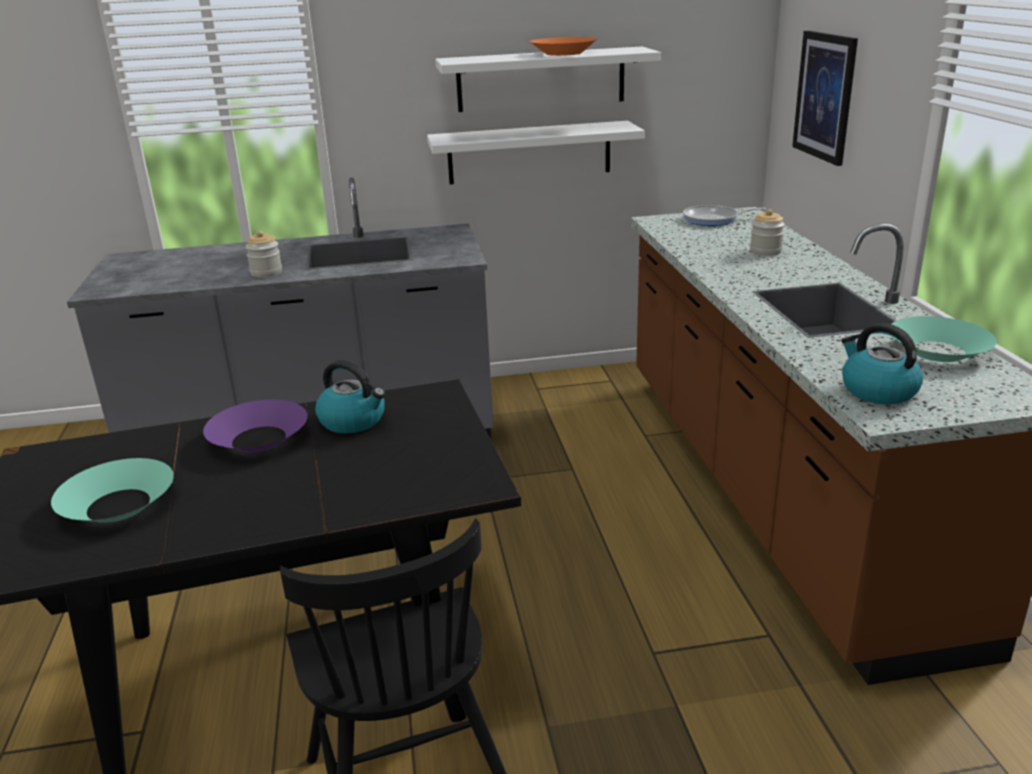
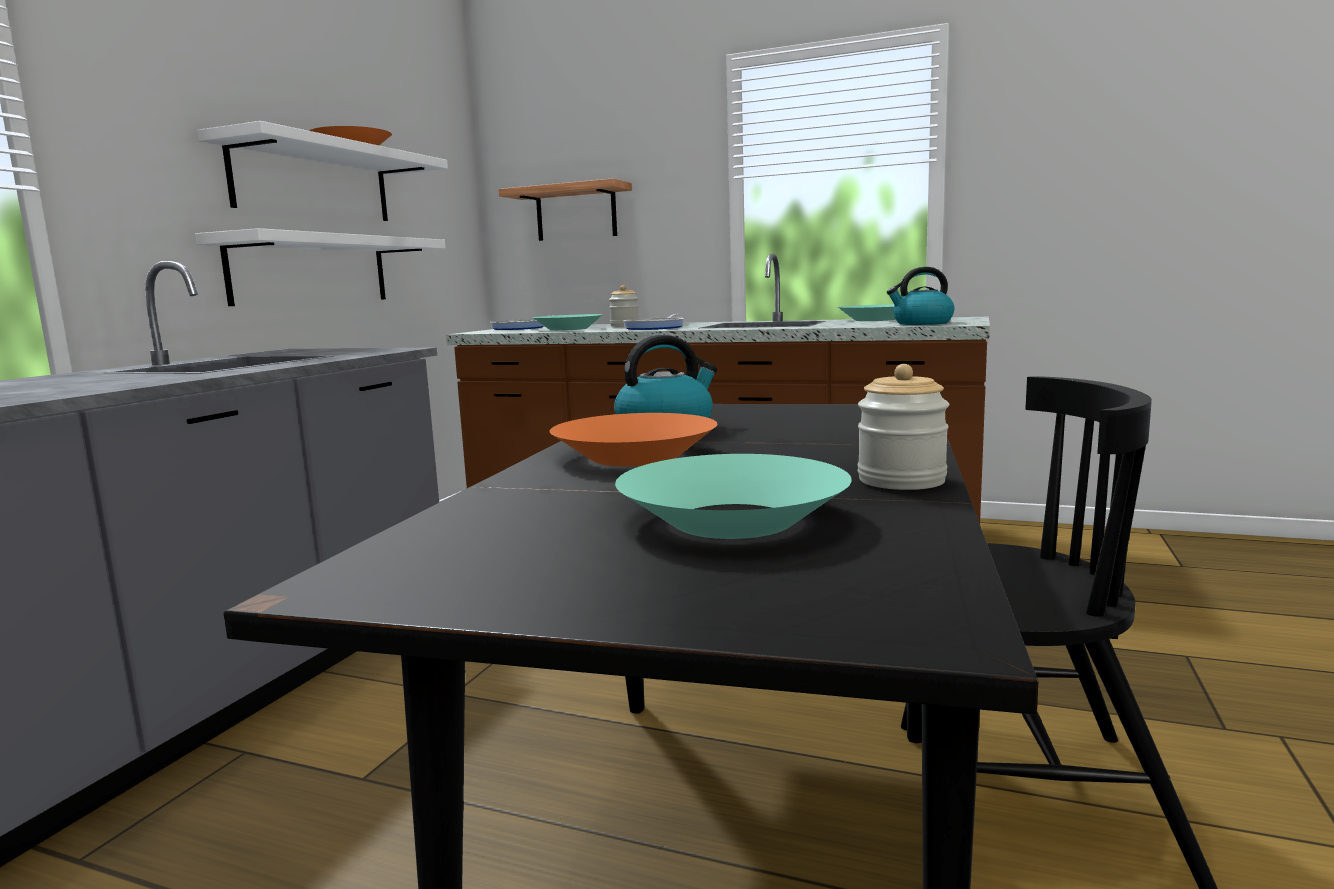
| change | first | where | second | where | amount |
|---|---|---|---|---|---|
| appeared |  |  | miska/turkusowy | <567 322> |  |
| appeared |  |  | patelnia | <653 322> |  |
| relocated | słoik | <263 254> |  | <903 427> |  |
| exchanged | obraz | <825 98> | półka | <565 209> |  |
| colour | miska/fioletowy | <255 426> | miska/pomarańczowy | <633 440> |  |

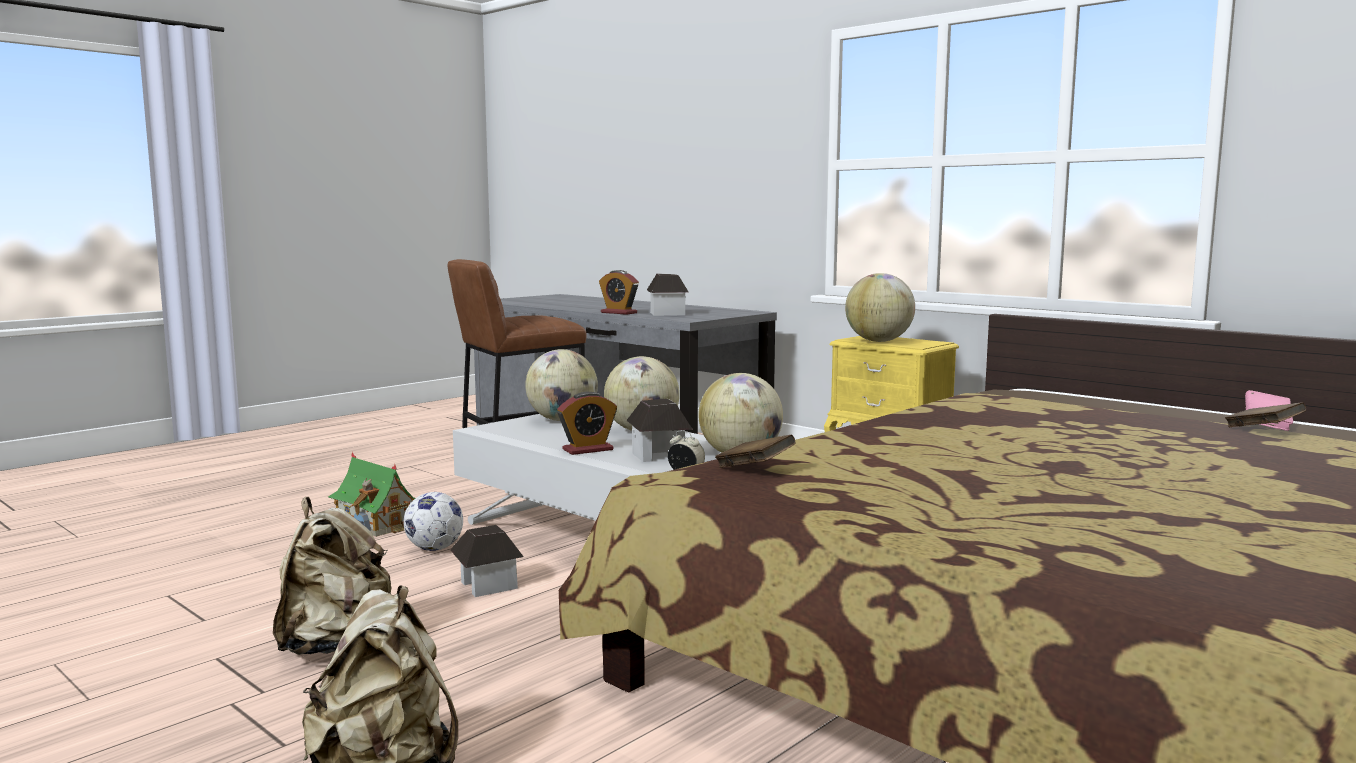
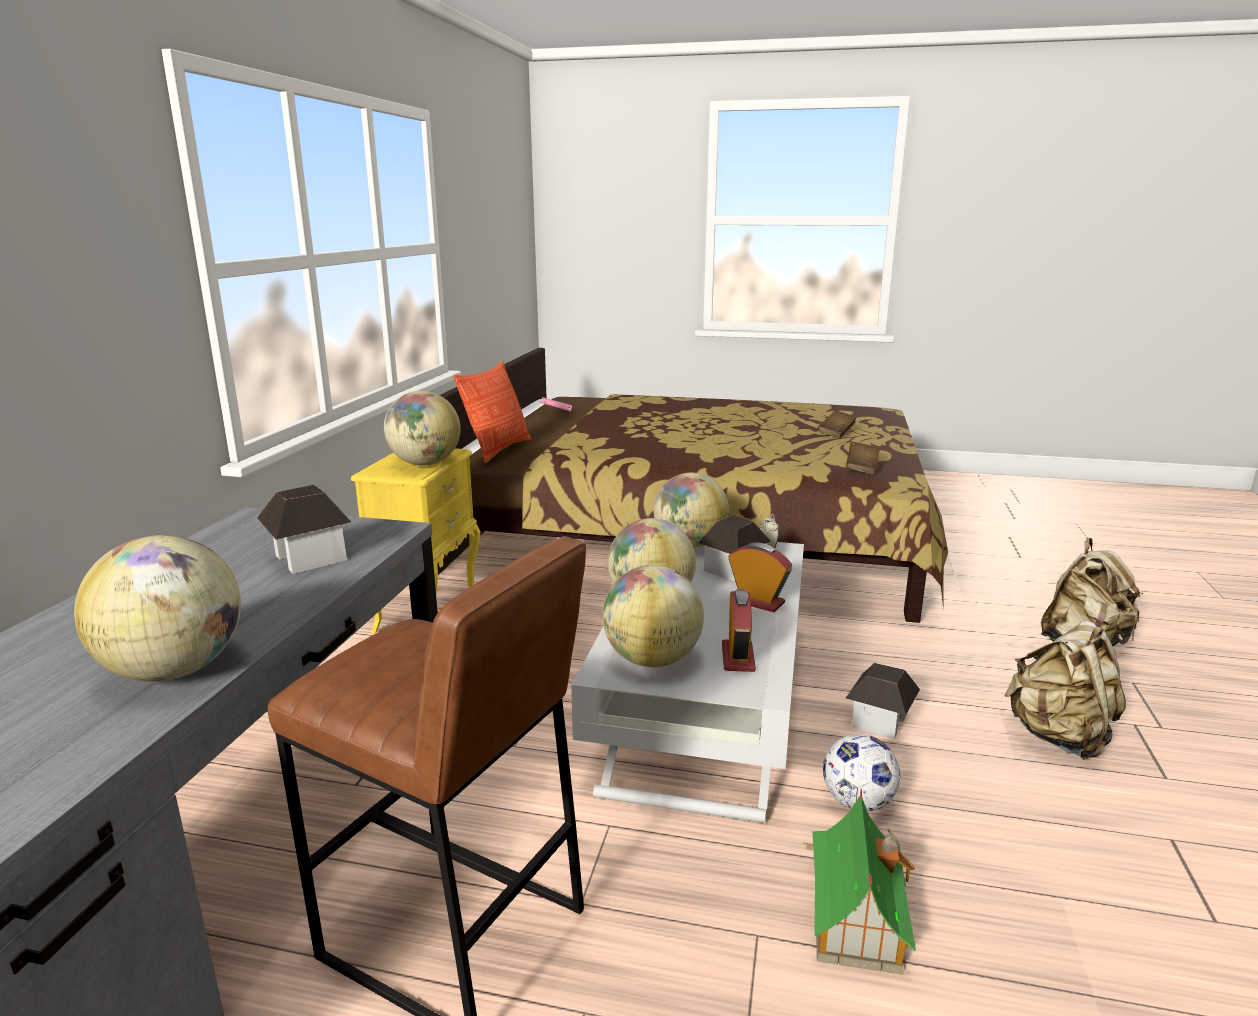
| change | first | where | second | where | amount |
|---|---|---|---|---|---|
| appeared |  |  | globus | <157 608> |  |
| appeared |  |  | poduszka/pomarańczowy | <492 412> |  |
| relocated | budzik | <619 292> |  | <739 630> |  |
| relocated | książka/brązowy | <1265 414> |  | <837 424> |  |

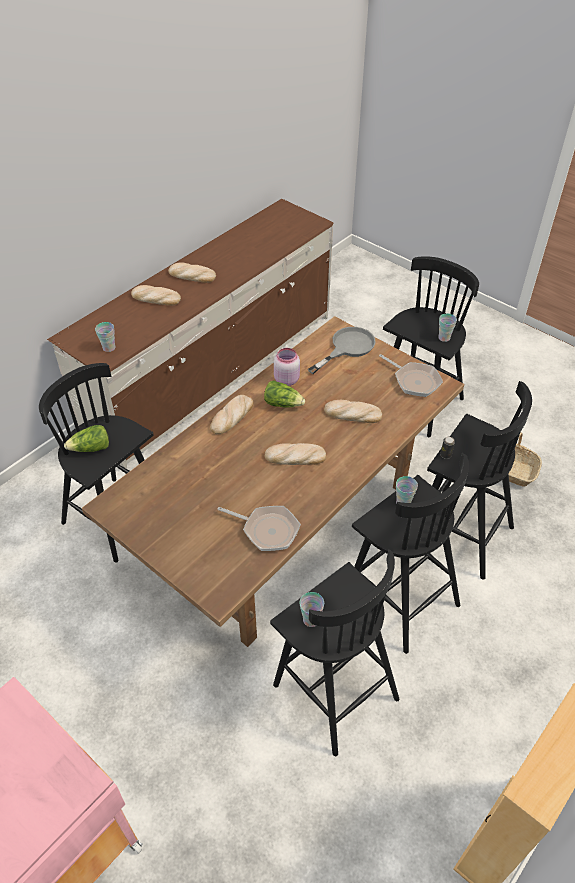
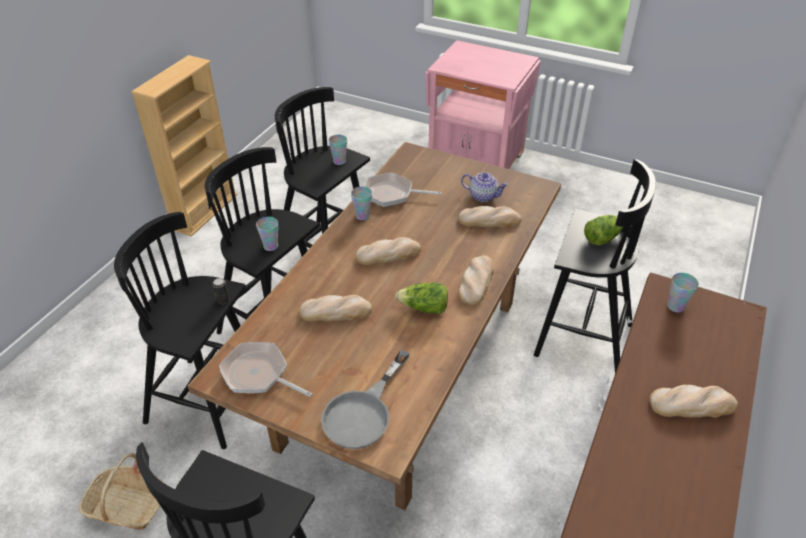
| change | first | where | second | where | amount |
|---|---|---|---|---|---|
| missing | słoik/różowy | <287 367> |  |  |  |
| appeared |  |  | imbryk | <485 187> |  |
| relocated | chleb | <192 273> |  | <490 217> |  |
| relocated | filiżanka | <447 328> |  | <361 203> |  |

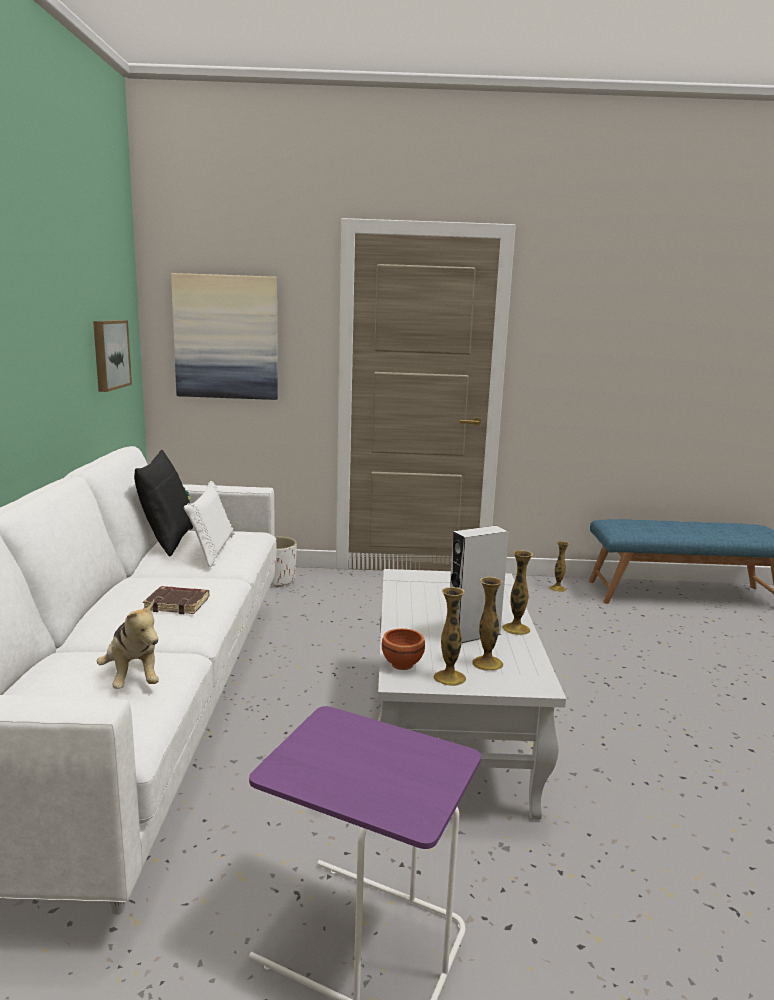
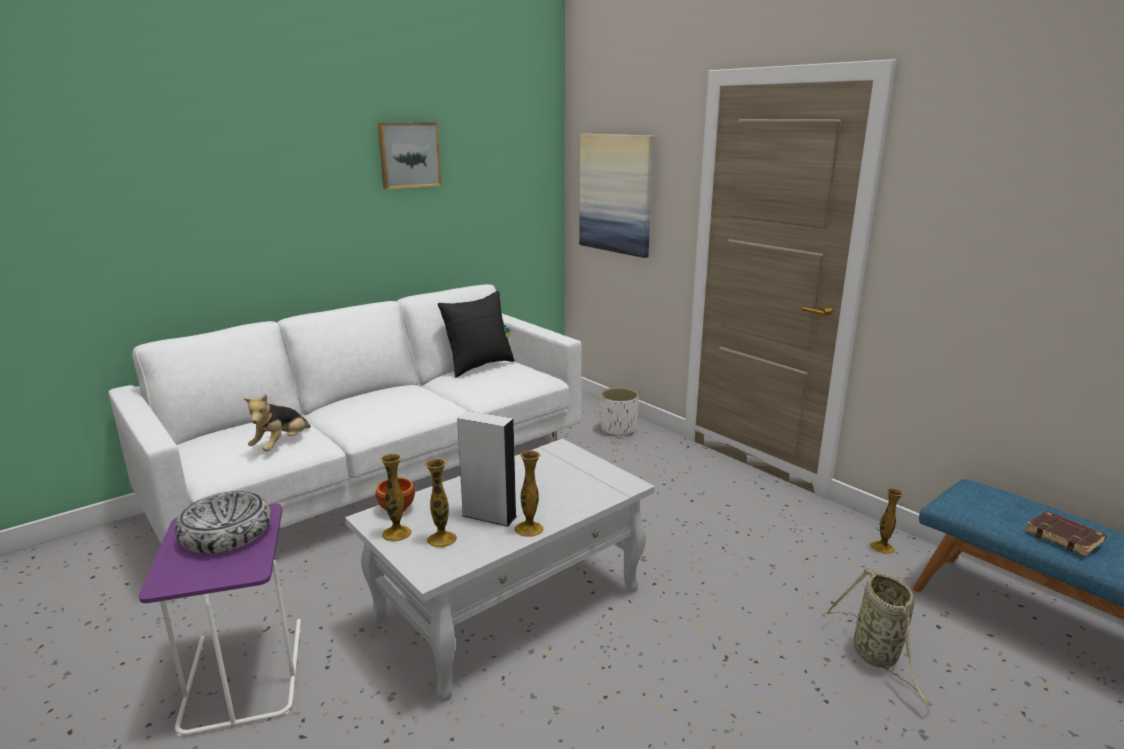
| change | first | where | second | where | amount |
|---|---|---|---|---|---|
| missing | poduszka/biały | <209 524> |  |  |  |
| appeared |  |  | miska | <223 522> |  |
| appeared |  |  | koszyk | <878 637> |  |
| relocated | obraz | <112 356> |  | <409 155> |  |
| relocated | książka/brązowy | <176 600> |  | <1065 533> |  |

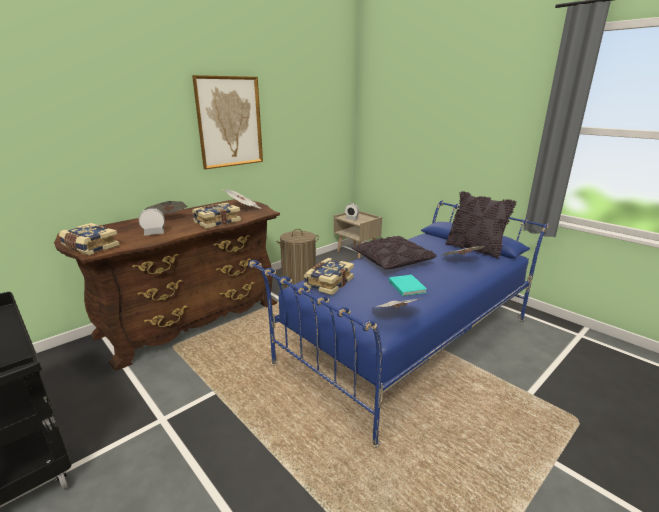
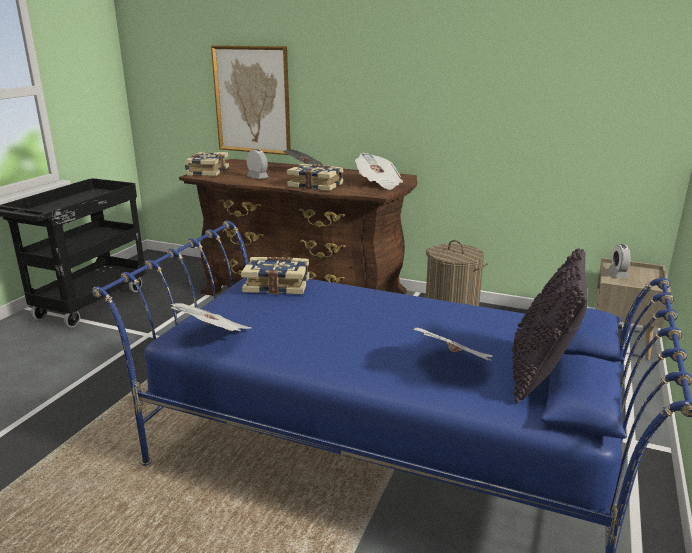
| change | first | where | second | where | amount |
|---|---|---|---|---|---|
| missing | poduszka/czarny | <393 252> |  |  |  |
| missing | książka/turkusowy | <408 285> |  |  |  |
| relocated | obraz | <227 122> |  | <251 100> |  |

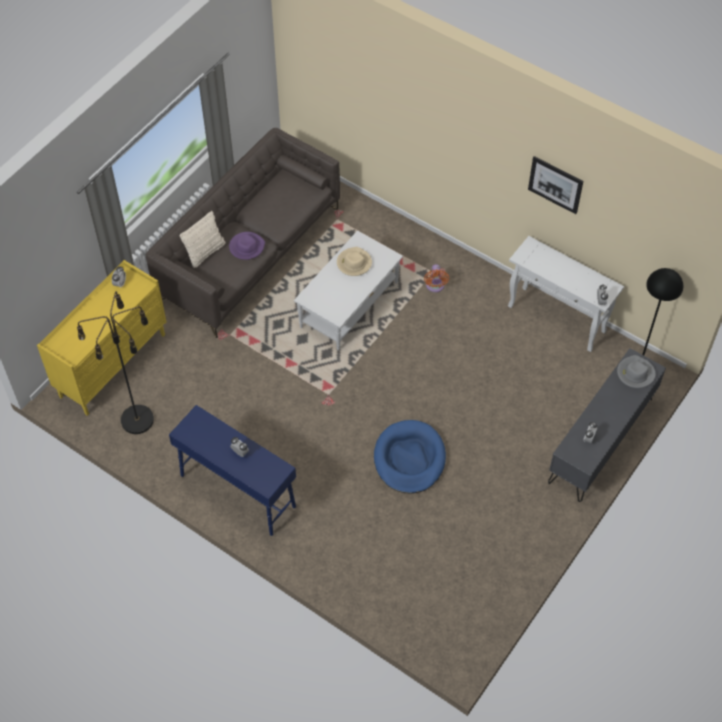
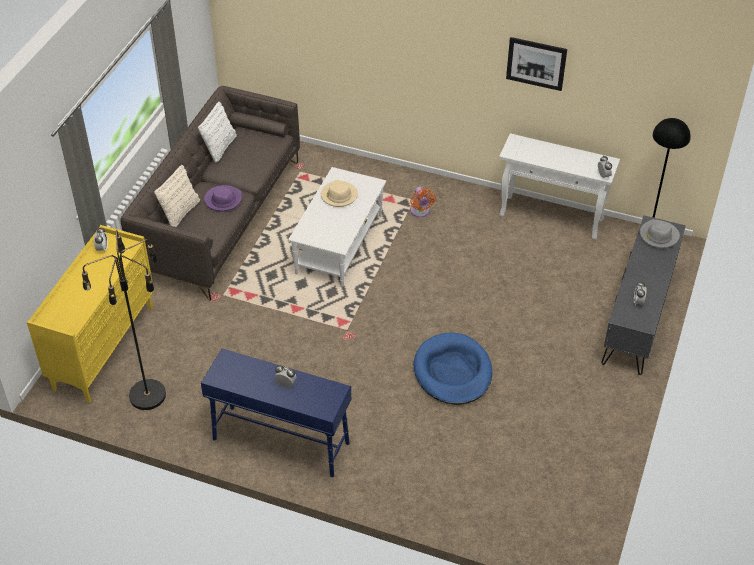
| change | first | where | second | where | amount |
|---|---|---|---|---|---|
| appeared |  |  | poduszka/biały | <217 132> |  |

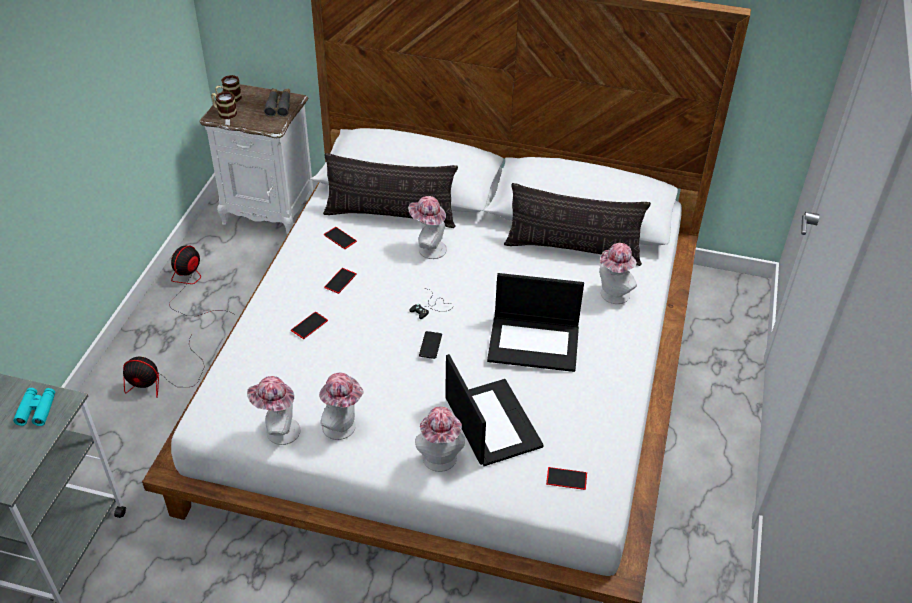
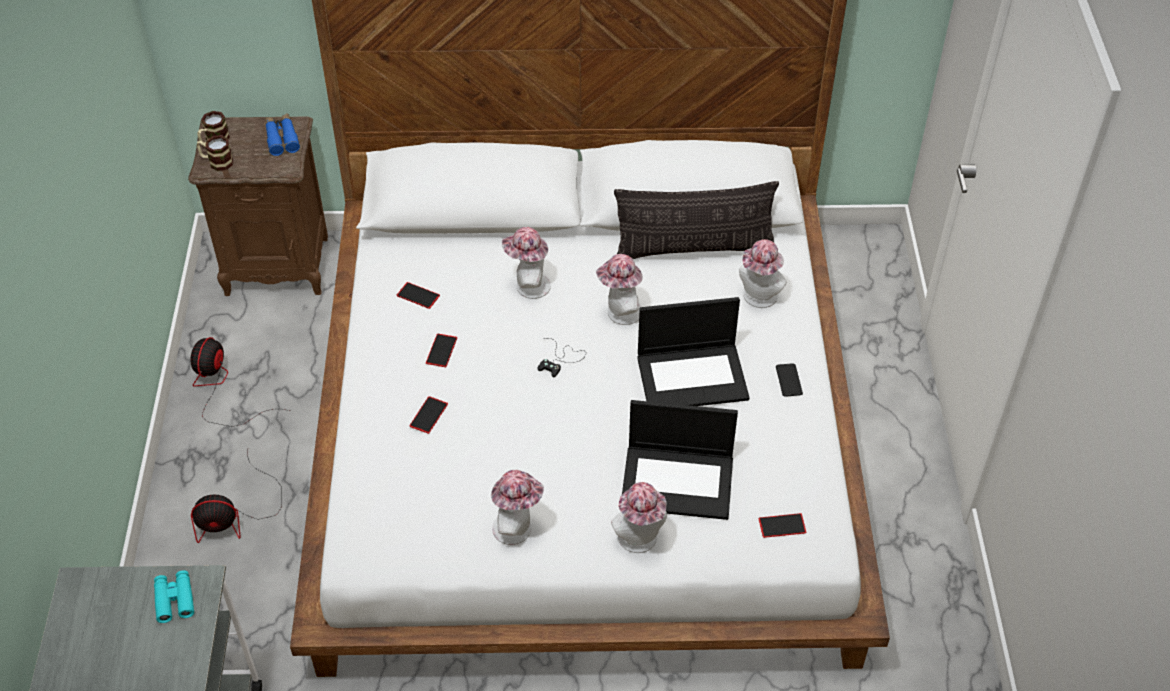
| change | first | where | second | where | amount |
|---|---|---|---|---|---|
| missing | poduszka | <390 190> |  |  |  |
| relocated | kapelusz | <273 410> |  | <619 289> |  |
| relocated | telefon | <430 345> |  | <789 380> |  |
| colour | szafka nocna/biały | <256 159> | szafka nocna/brązowy | <258 206> |  |
| colour | lornetka/szary | <277 102> | lornetka/niebieski | <282 134> |  |
| spun | laptop | <494 410> |  | <680 460> | 135 degrees clockwise |

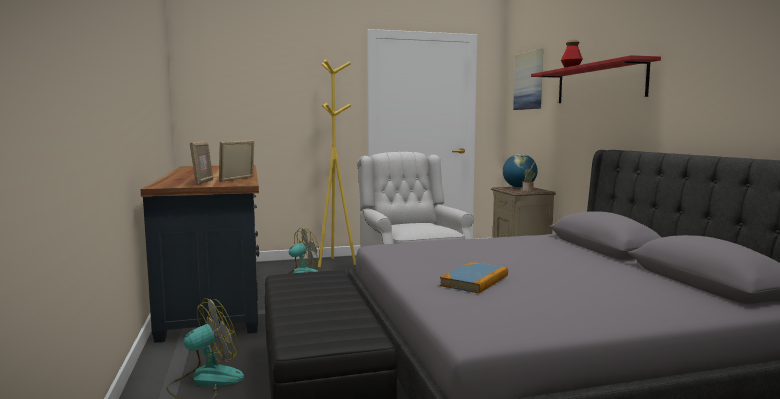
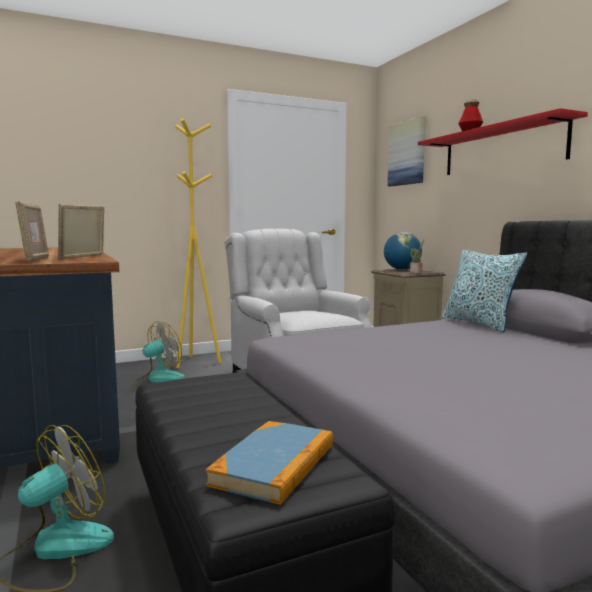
| change | first | where | second | where | amount |
|---|---|---|---|---|---|
| appeared |  |  | poduszka | <484 291> |  |
| relocated | książka | <474 277> |  | <269 463> |  |

